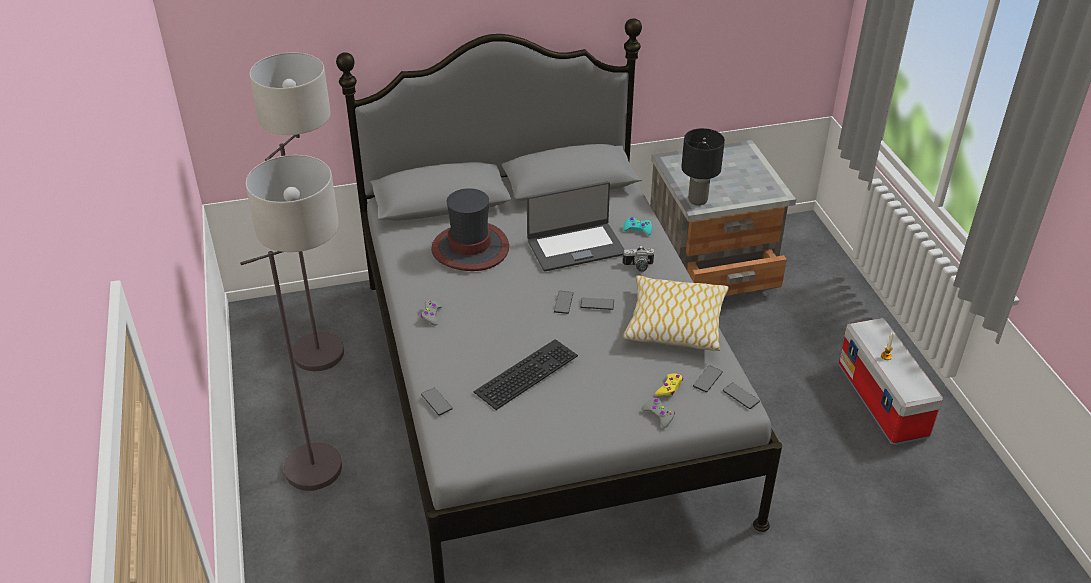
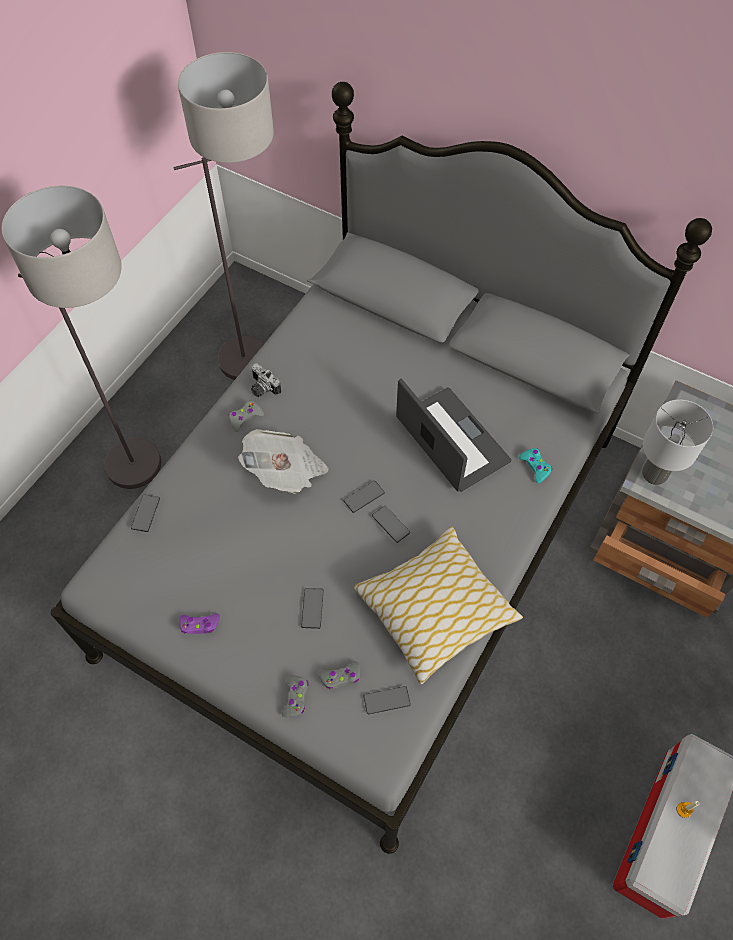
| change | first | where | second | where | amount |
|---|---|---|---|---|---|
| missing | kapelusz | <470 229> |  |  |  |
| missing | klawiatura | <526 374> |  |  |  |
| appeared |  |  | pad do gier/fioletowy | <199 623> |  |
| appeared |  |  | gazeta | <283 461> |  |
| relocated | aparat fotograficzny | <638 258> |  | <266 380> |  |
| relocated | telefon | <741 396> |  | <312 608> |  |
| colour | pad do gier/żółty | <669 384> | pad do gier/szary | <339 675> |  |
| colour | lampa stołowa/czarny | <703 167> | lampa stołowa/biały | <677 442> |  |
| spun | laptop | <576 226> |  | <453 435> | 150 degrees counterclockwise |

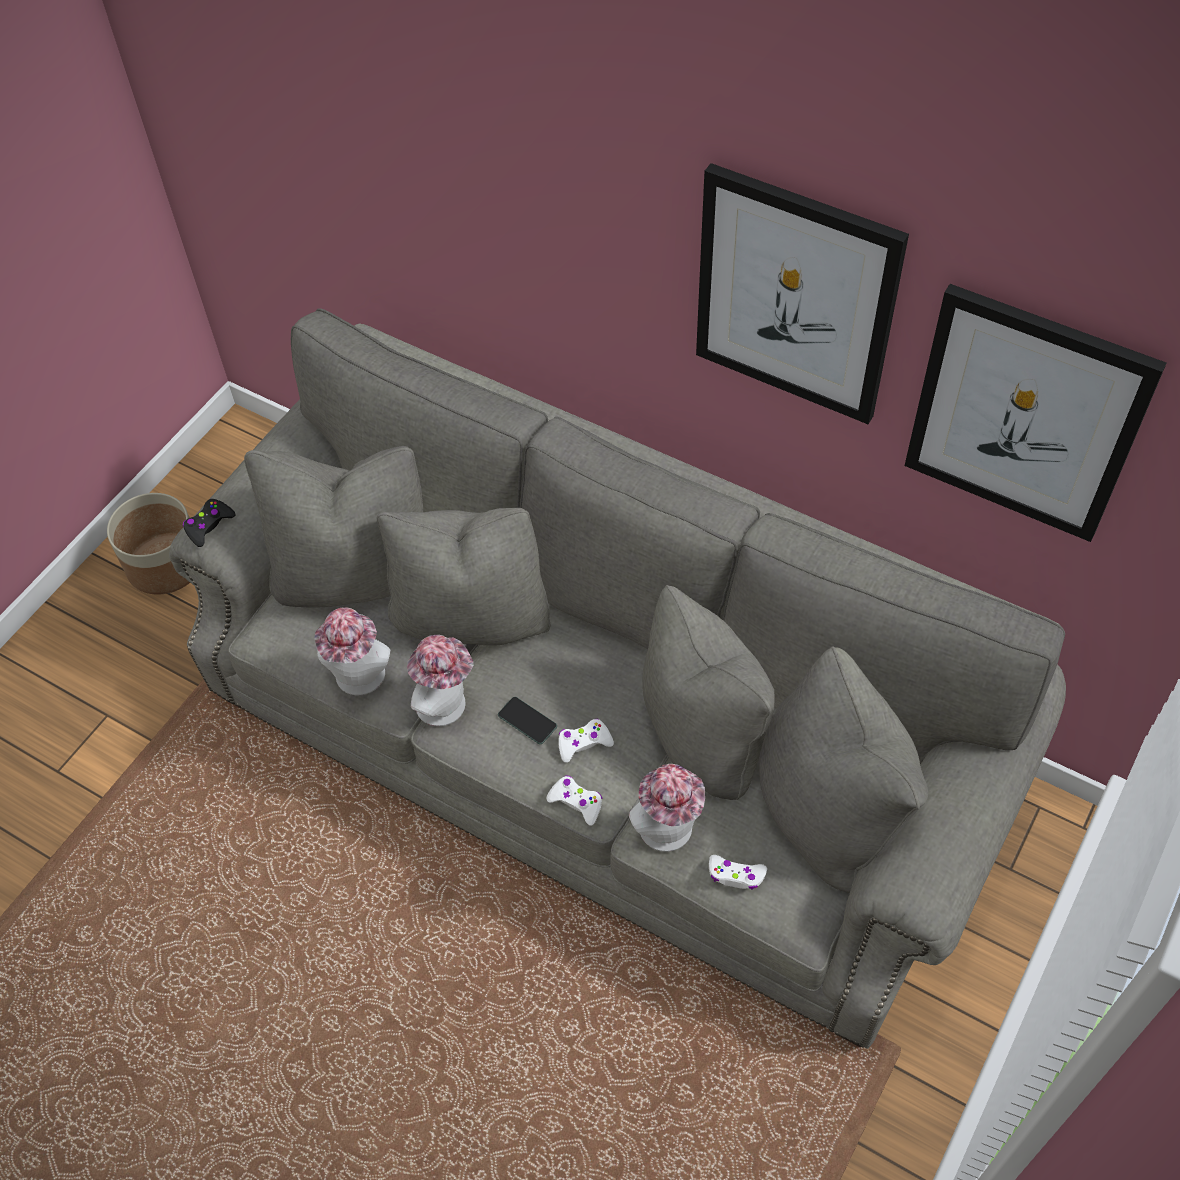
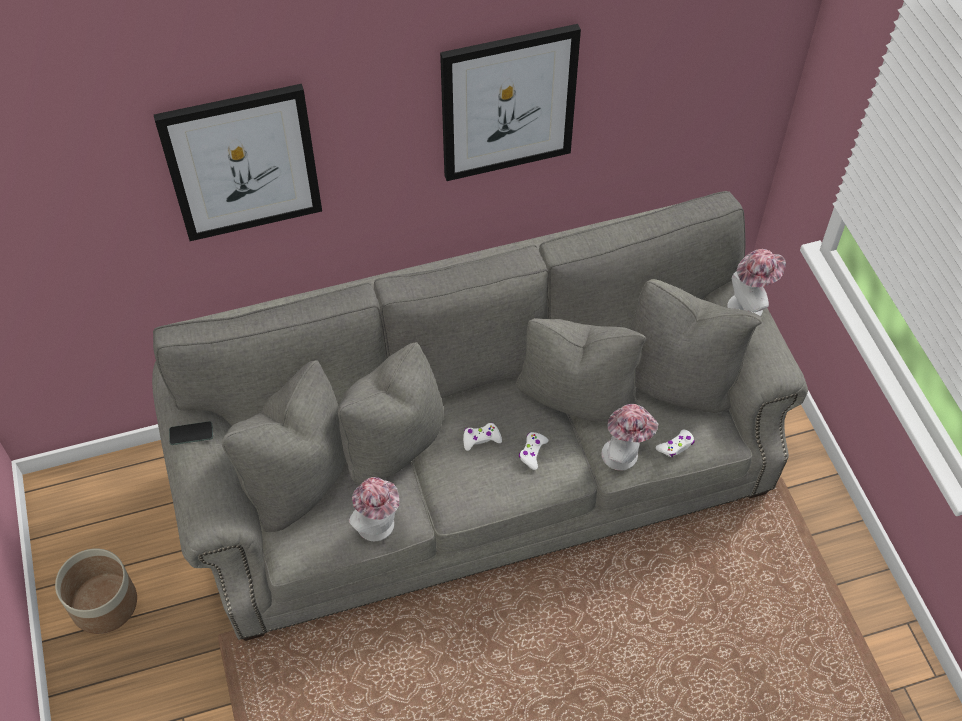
| change | first | where | second | where | amount |
|---|---|---|---|---|---|
| missing | pad do gier/czarny | <209 523> |  |  |  |
| relocated | kapelusz | <440 680> |  | <756 282> |  |
| relocated | telefon | <527 720> |  | <191 433> |  |
| relocated | pad do gier/biały | <574 800> |  | <482 437> |  |
| relocated | obraz | <1035 413> |  | <238 162> |  |

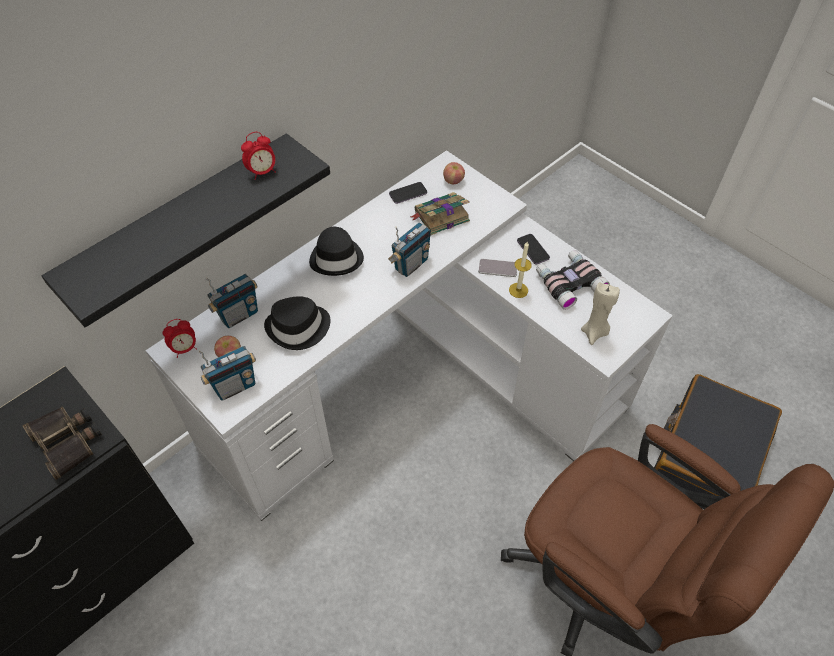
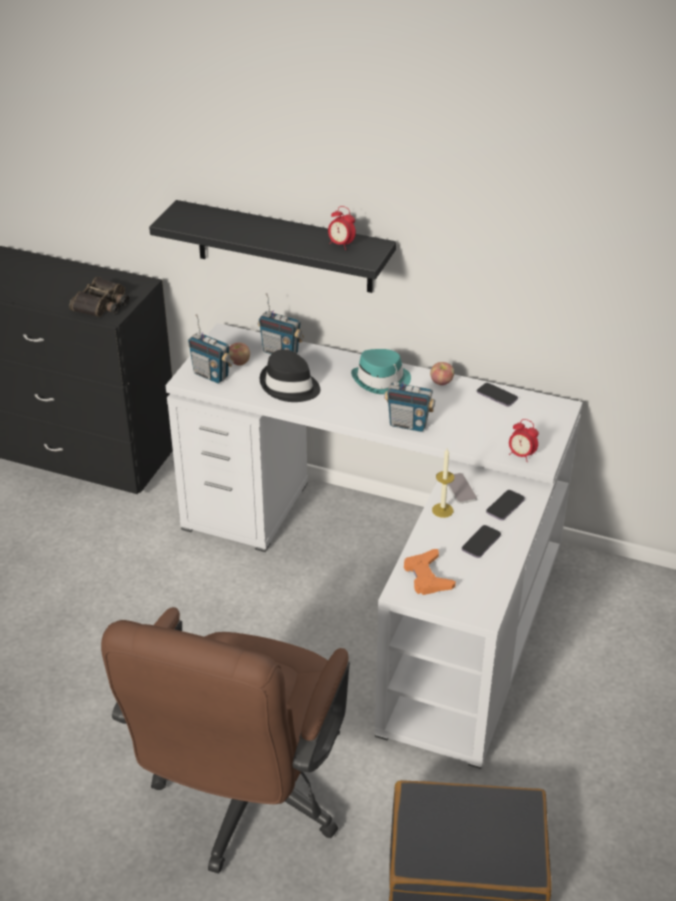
| change | first | where | second | where | amount |
|---|---|---|---|---|---|
| missing | książka | <440 213> |  |  |  |
| relocated | budzik | <180 338> |  | <524 440> |  |
| relocated | jabłko | <454 173> |  | <442 373> |  |
| exchanged | lornetka | <573 280> | telefon | <481 541> |  |
| exchanged | świeca/beżowy | <600 313> | pad do gier/pomarańczowy | <430 572> |  |
| colour | kapelusz/czarny | <336 251> | kapelusz/turkusowy | <381 371> |  |

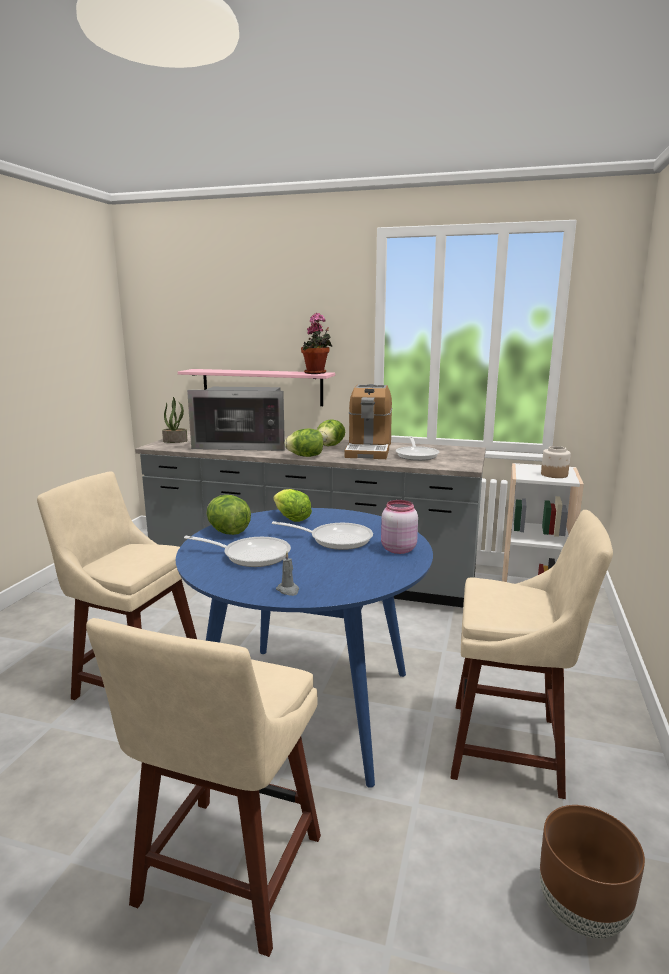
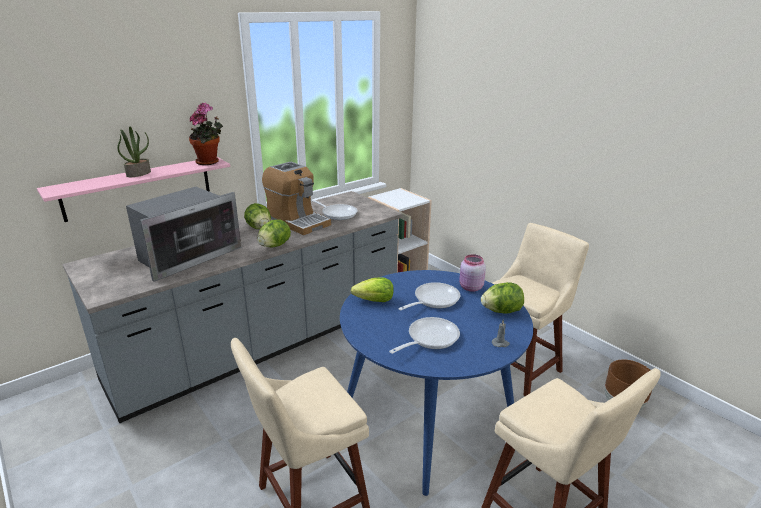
| change | first | where | second | where | amount |
|---|---|---|---|---|---|
| missing | słoik | <556 462> |  |  |  |
| relocated | roślina doniczkowa | <175 420> |  | <134 152> |  |
| relocated | sałata | <229 515> |  | <502 298> |  |

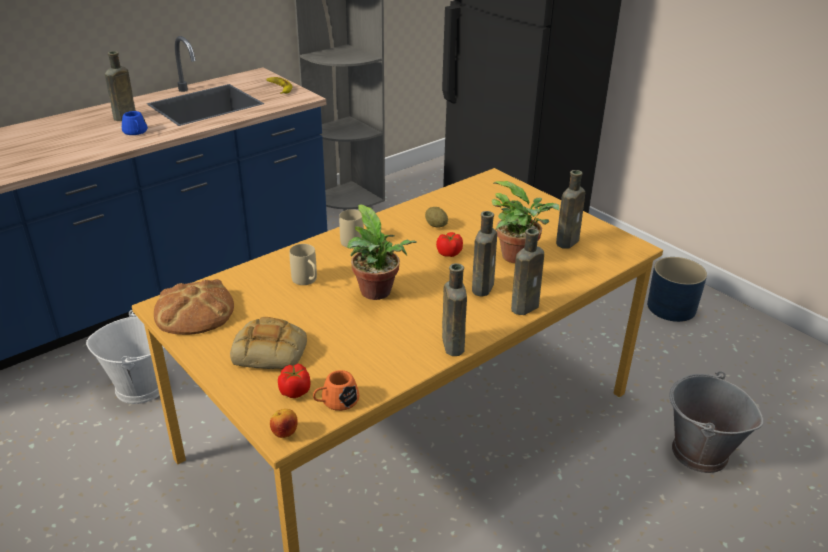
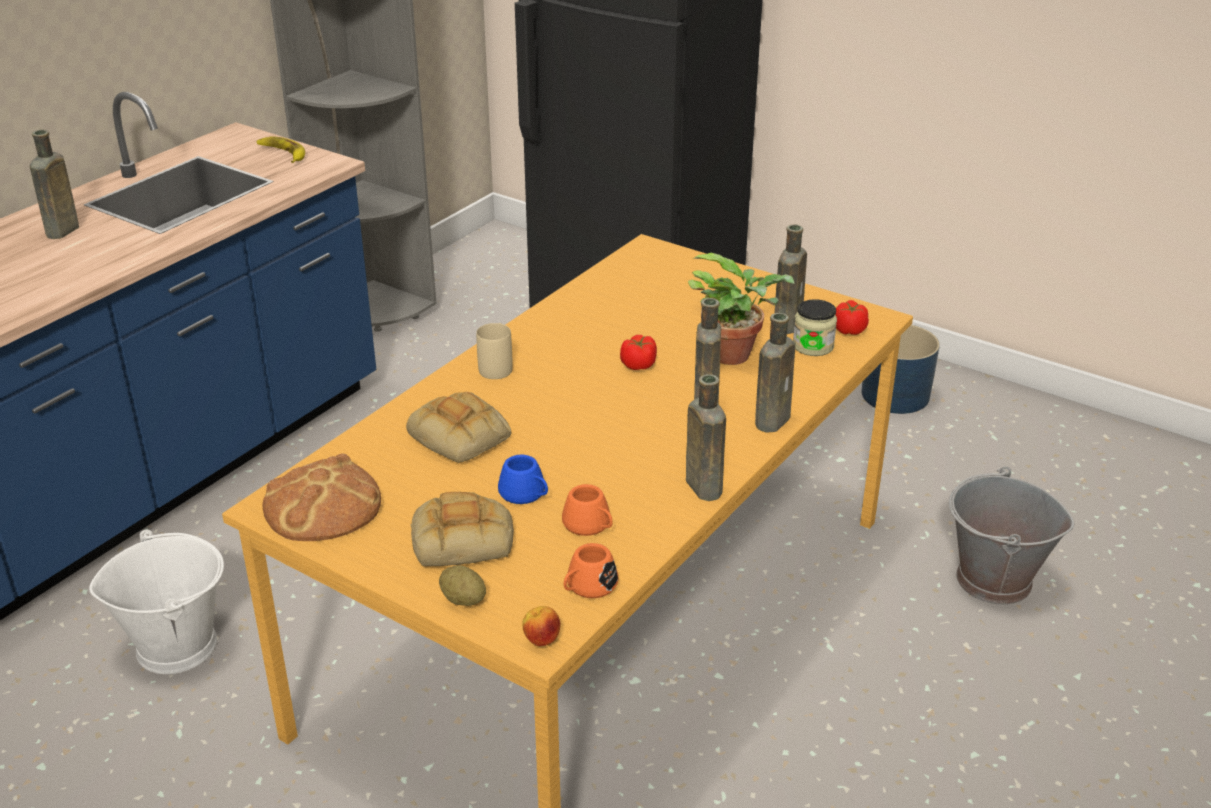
| change | first | where | second | where | amount |
|---|---|---|---|---|---|
| missing | roślina doniczkowa | <382 252> |  |  |  |
| appeared |  |  | kubek/pomarańczowy | <587 510> |  |
| appeared |  |  | słoik | <815 327> |  |
| relocated | kubek/niebieski | <135 123> |  | <523 479> |  |
| relocated | pomidor | <294 381> |  | <852 317> |  |
| relocated | ziemniak | <436 217> |  | <462 585> |  |
| exchanged | kubek/beżowy | <303 264> | chleb | <459 428> |  |

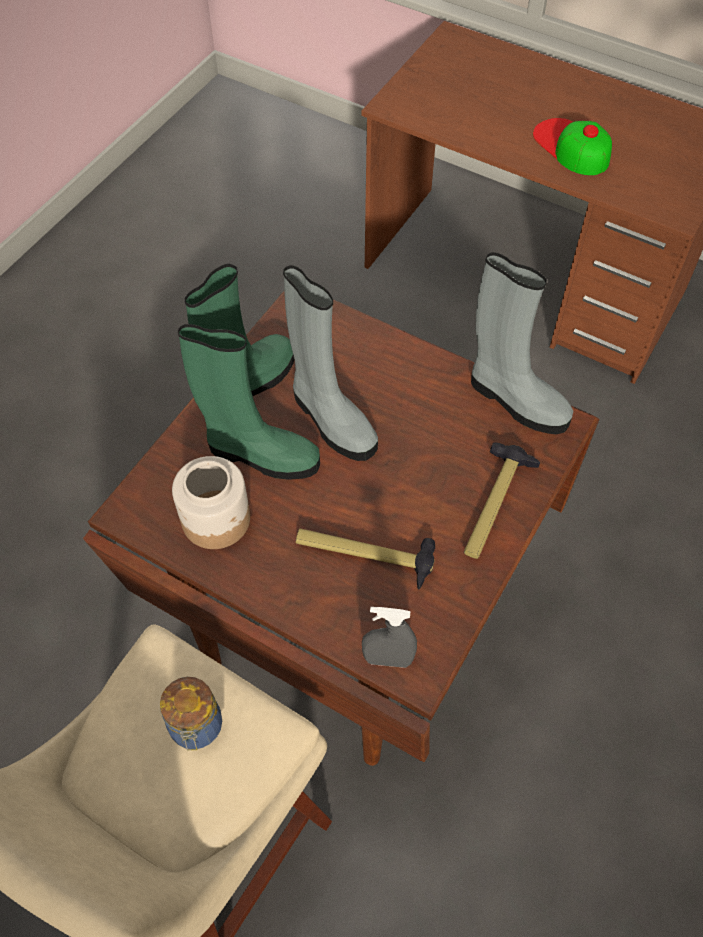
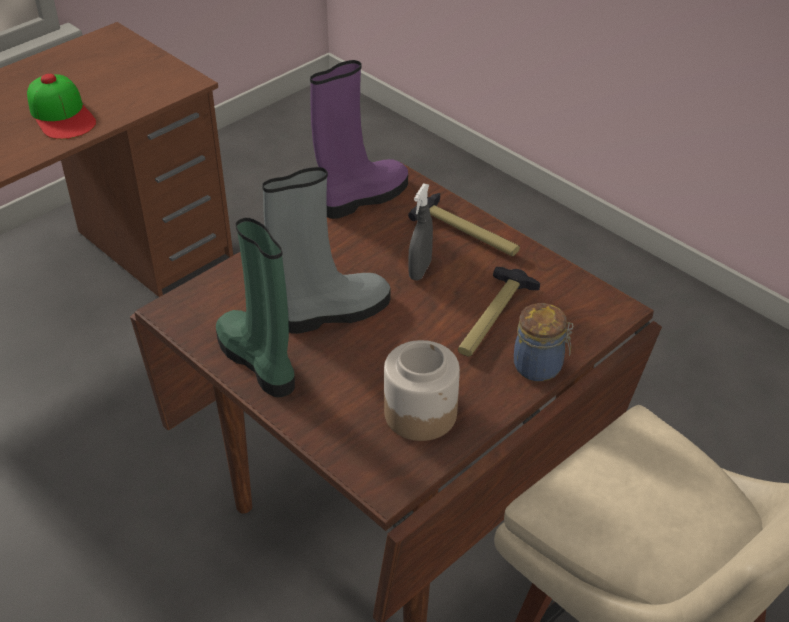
| change | first | where | second | where | amount |
|---|---|---|---|---|---|
| missing | but z cholewką/zielony | <249 402> |  |  |  |
| relocated | słoik | <191 713> |  | <543 342> |  |
| relocated | spryskiwacz/szary | <389 637> |  | <420 231> |  |
| colour | but z cholewką/szary | <522 343> | but z cholewką/fioletowy | <359 139> |  |
| spun | czapka z daszkiem | <572 146> |  | <61 106> | 105 degrees counterclockwise |

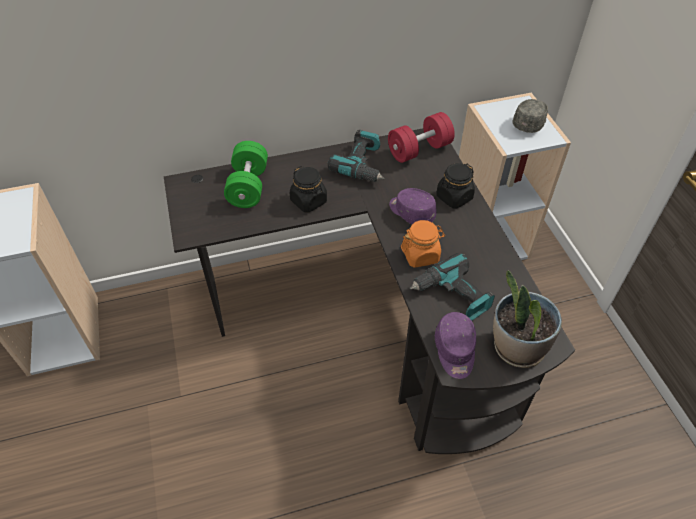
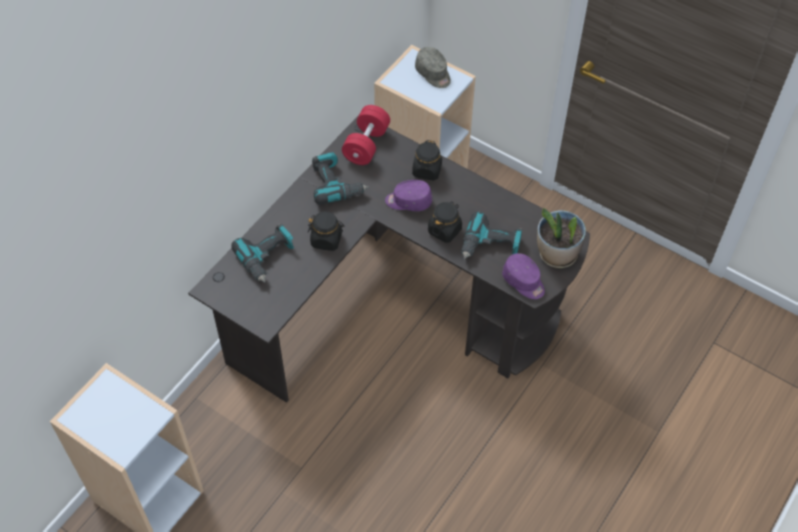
| change | first | where | second | where | amount |
|---|---|---|---|---|---|
| exchanged | hantel/zielony | <246 174> | wiertarka | <262 253> |  |
| colour | słoik/pomarańczowy | <423 244> | słoik/czarny | <445 222> |  |
| spun | czapka z daszkiem/szary | <530 116> |  | <433 67> | 150 degrees clockwise |

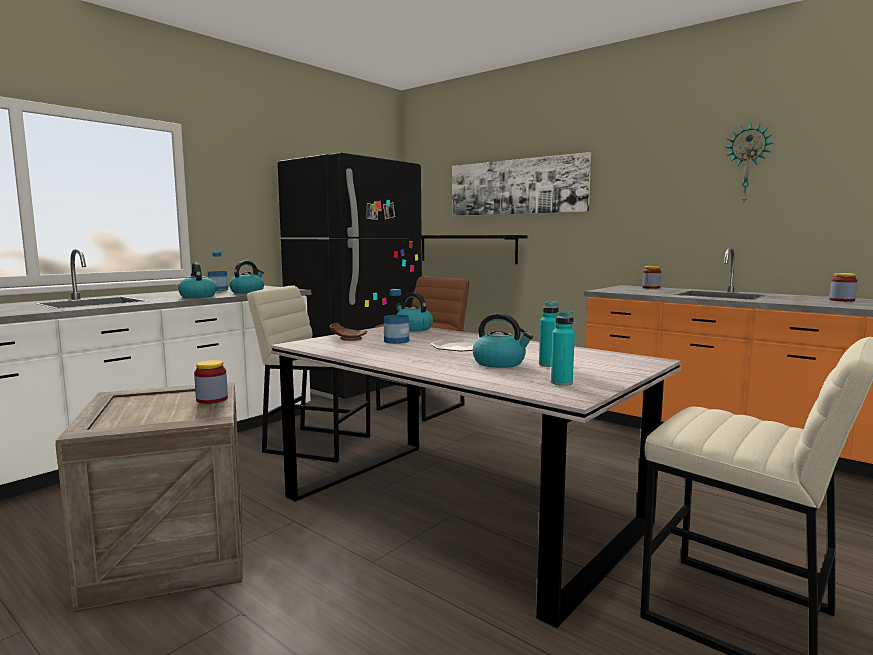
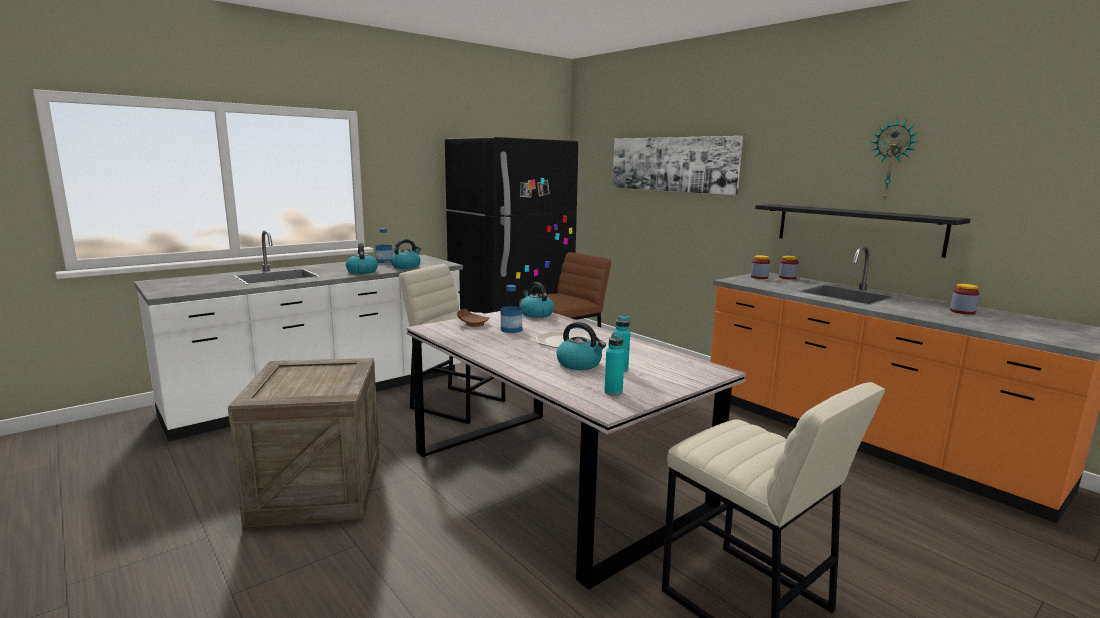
| change | first | where | second | where | amount |
|---|---|---|---|---|---|
| relocated | słoik | <211 382> |  | <760 267> |  |
| relocated | półka/czarny | <474 249> |  | <863 231> |  |

